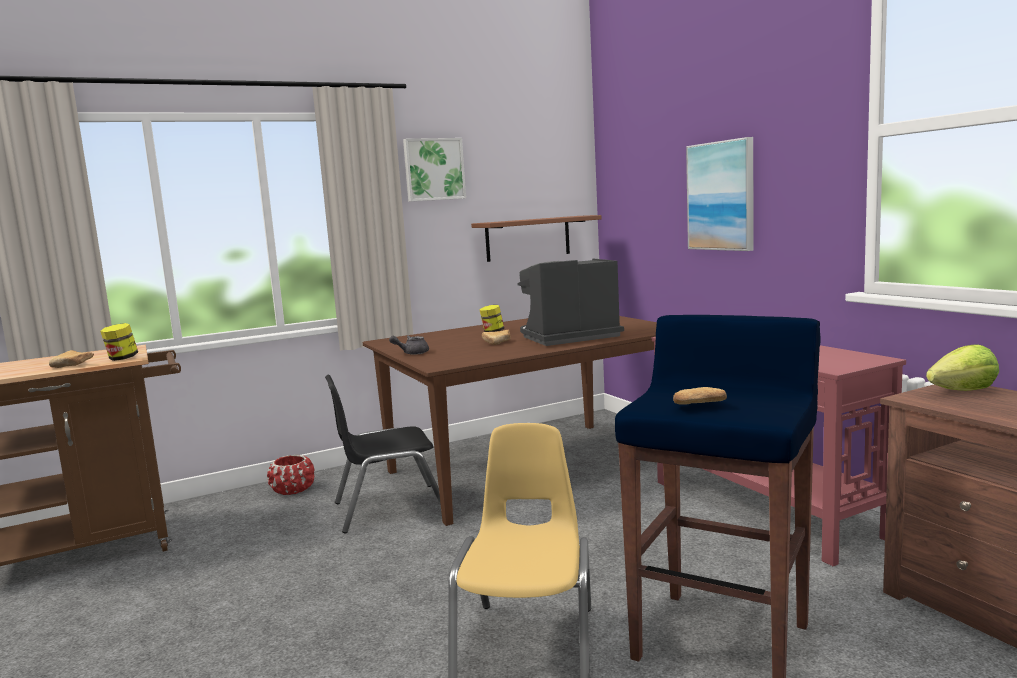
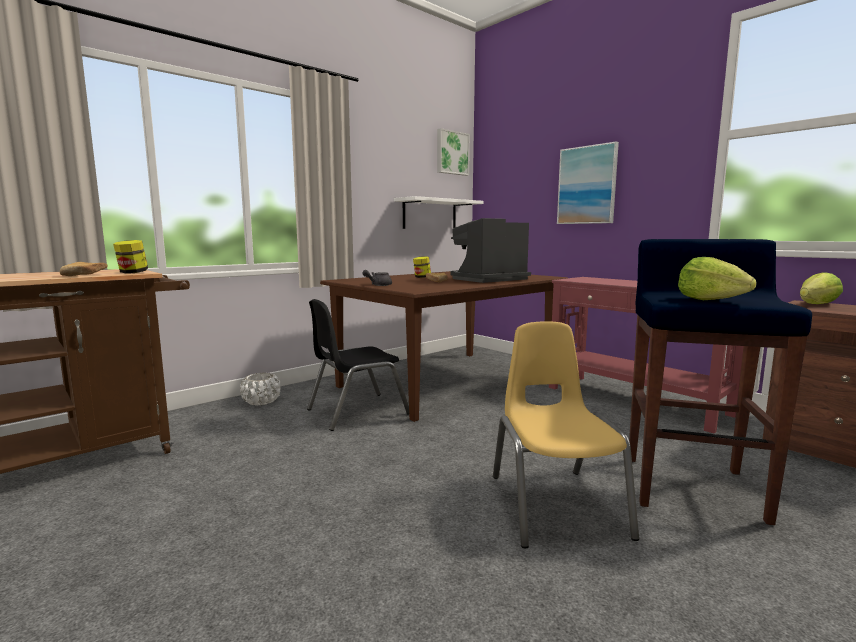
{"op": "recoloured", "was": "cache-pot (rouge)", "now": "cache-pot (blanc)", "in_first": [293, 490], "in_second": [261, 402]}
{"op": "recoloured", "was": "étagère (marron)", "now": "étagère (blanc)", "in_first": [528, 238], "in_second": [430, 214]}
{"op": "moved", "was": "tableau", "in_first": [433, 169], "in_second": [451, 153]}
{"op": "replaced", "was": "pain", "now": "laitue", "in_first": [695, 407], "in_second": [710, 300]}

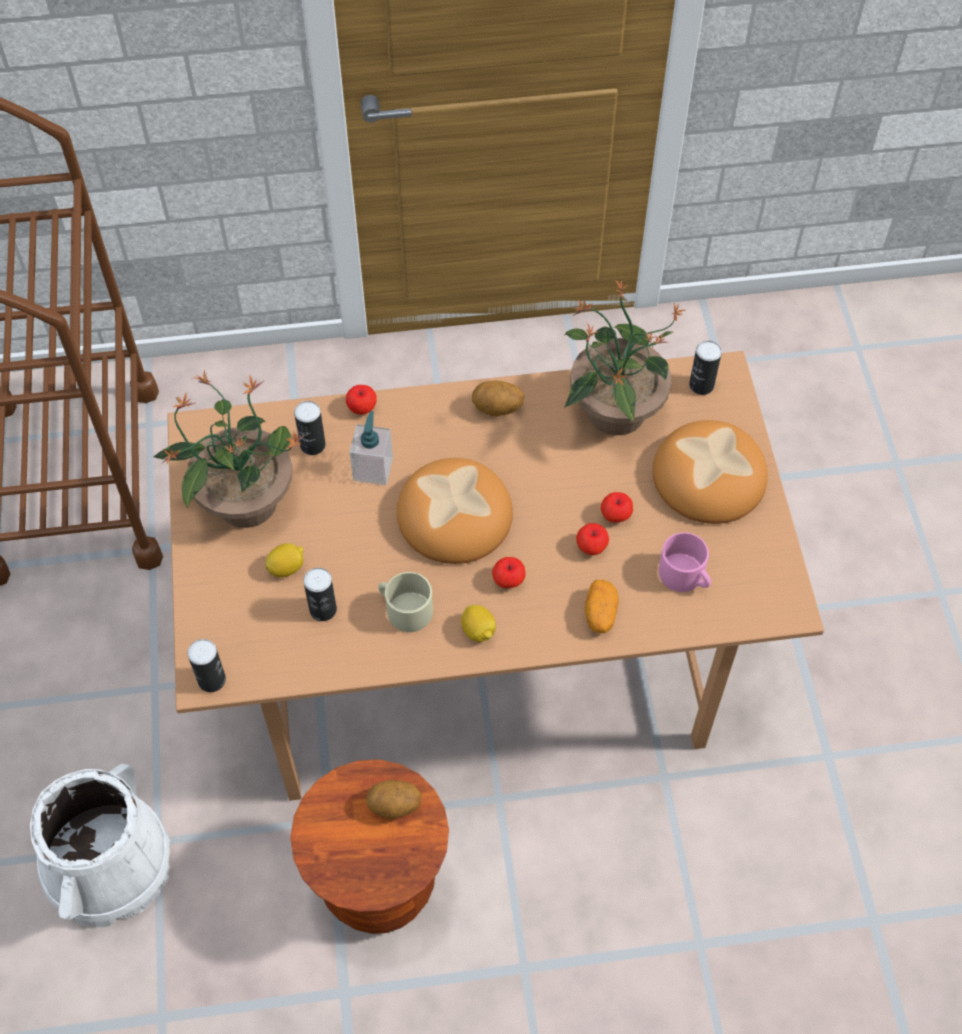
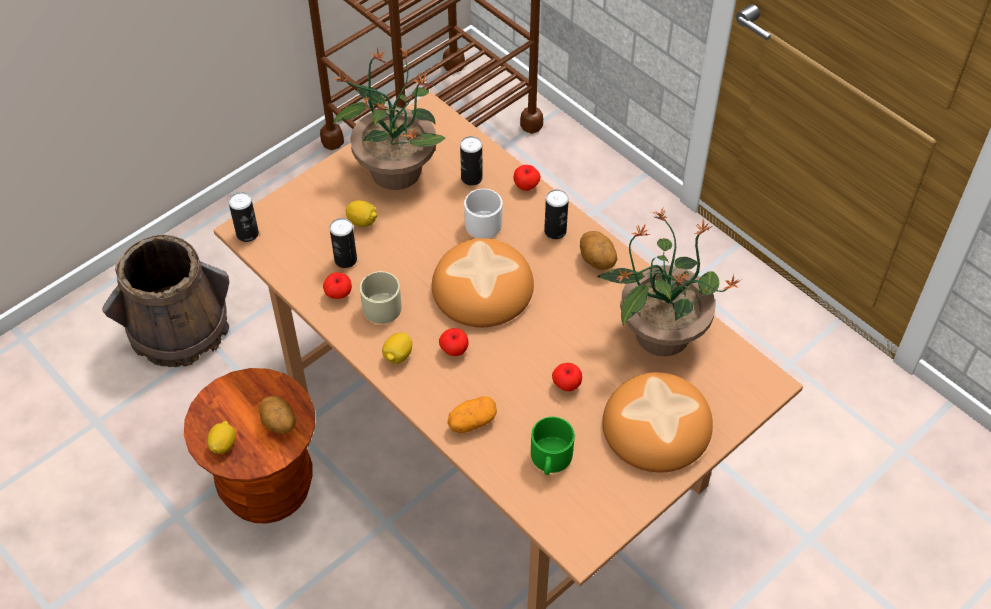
{"op": "recoloured", "was": "seau (blanc)", "now": "seau (marron)", "in_first": [108, 865], "in_second": [178, 328]}
{"op": "added", "now": "citron", "in_second": [223, 444]}
{"op": "moved", "was": "pomme", "in_first": [591, 547], "in_second": [338, 294]}
{"op": "replaced", "was": "distributeur de savon", "now": "mug (blanc)", "in_first": [373, 469], "in_second": [481, 221]}
{"op": "recoloured", "was": "mug (rose)", "now": "mug (vert)", "in_first": [685, 576], "in_second": [550, 459]}
{"op": "moved", "was": "boîte métallique", "in_first": [701, 385], "in_second": [555, 231]}

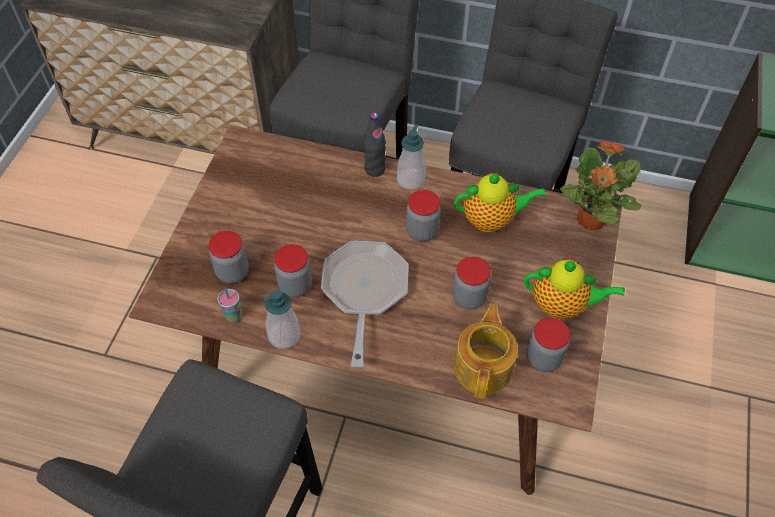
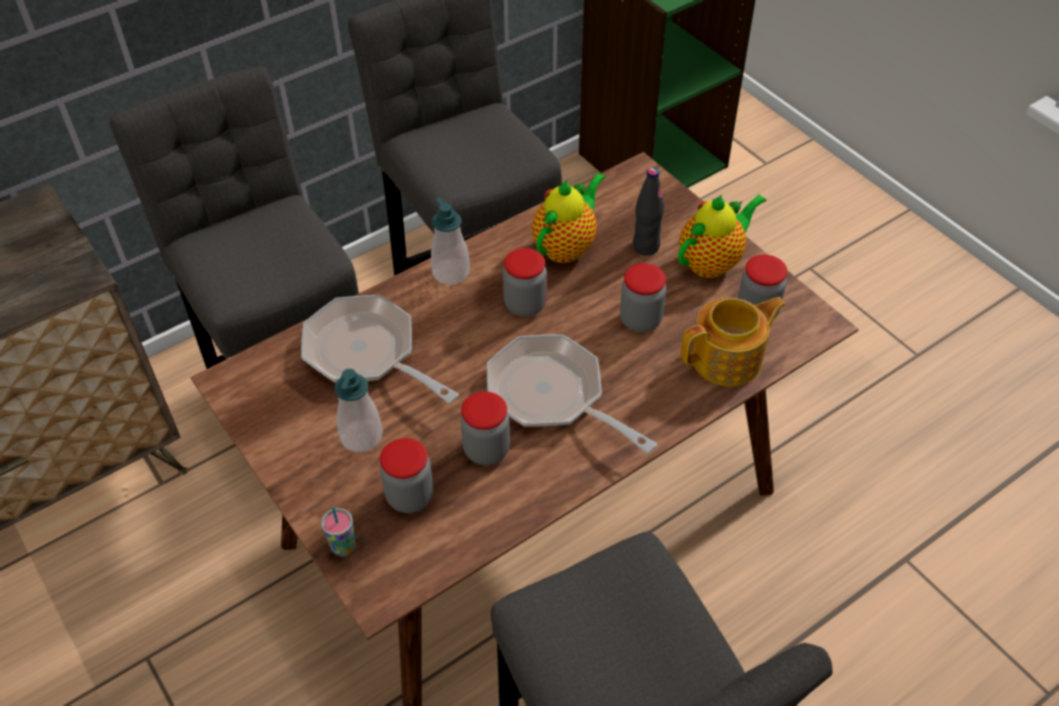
{"op": "added", "now": "poêle", "in_second": [367, 353]}
{"op": "moved", "was": "tasse", "in_first": [233, 316], "in_second": [343, 547]}
{"op": "moved", "was": "distributeur de savon", "in_first": [284, 335], "in_second": [361, 436]}
{"op": "moved", "was": "bouteille (noir)", "in_first": [375, 169], "in_second": [645, 246]}
{"op": "turned", "was": "théière", "in_first": [484, 367], "in_second": [728, 359], "clockwise": 105}
{"op": "removed", "was": "plante en pot", "in_first": [590, 221]}

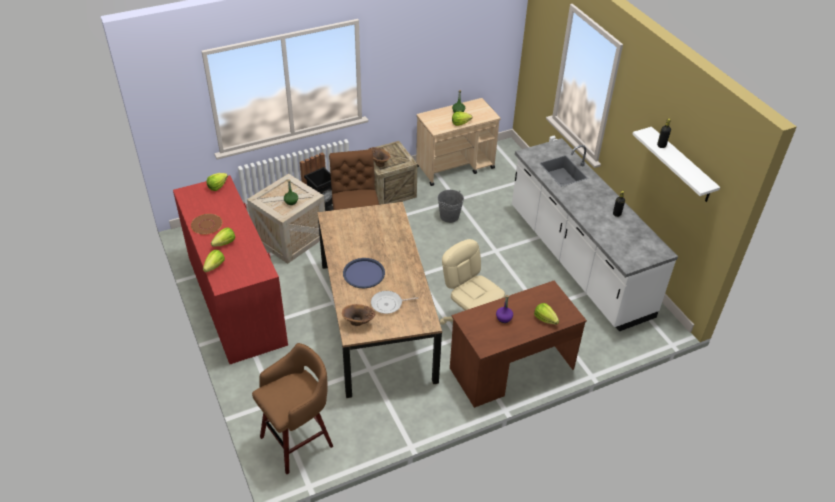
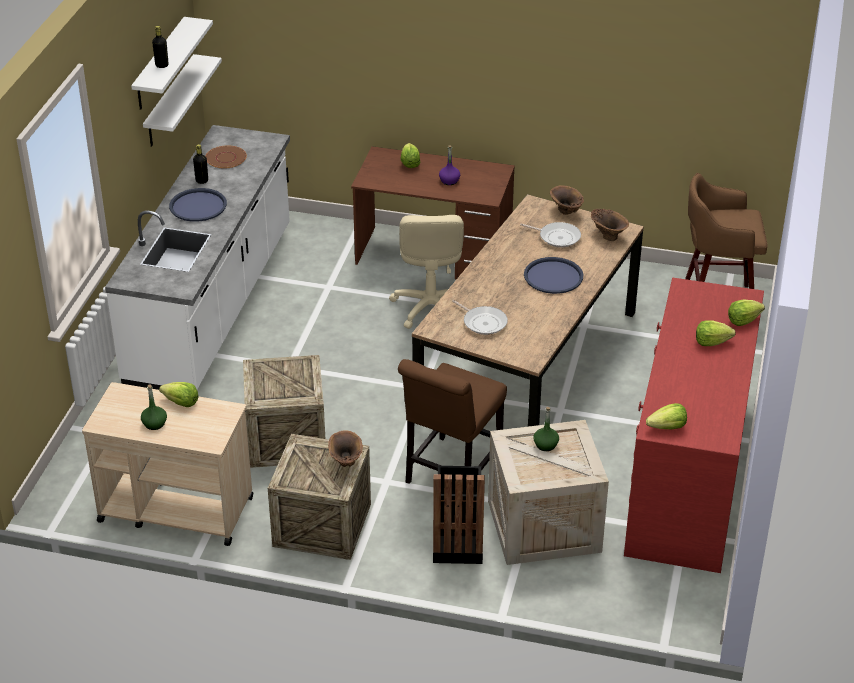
{"op": "added", "now": "étagère (blanc)", "in_second": [170, 102]}
{"op": "added", "now": "plateau (bleu)", "in_second": [198, 206]}
{"op": "moved", "was": "assiette (marron)", "in_first": [206, 225], "in_second": [226, 158]}
{"op": "replaced", "was": "seau (gris)", "now": "caisse", "in_first": [449, 216], "in_second": [286, 439]}
{"op": "added", "now": "poêle", "in_second": [483, 322]}
{"op": "added", "now": "vase (marron)", "in_second": [565, 213]}

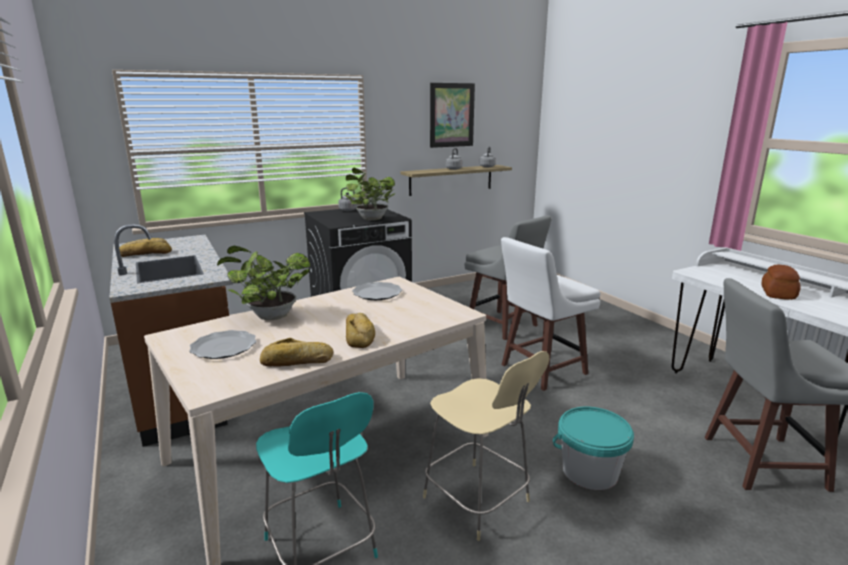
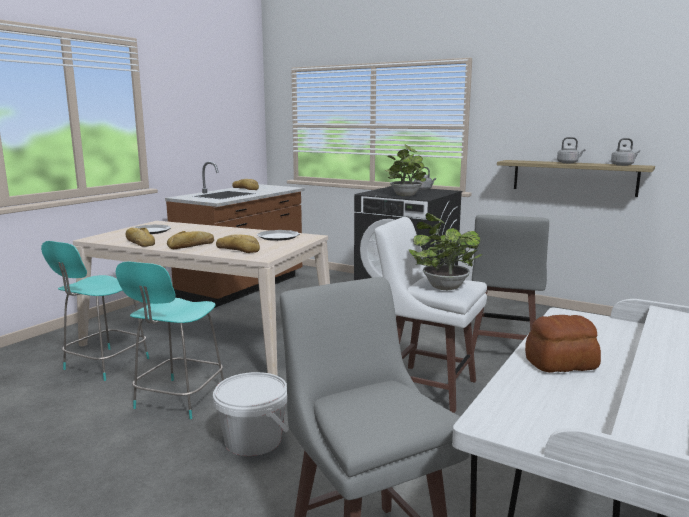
{"op": "recoloured", "was": "chaise (beige)", "now": "chaise (turquoise)", "in_first": [479, 501], "in_second": [178, 399]}
{"op": "recoloured", "was": "seau (turquoise)", "now": "seau (blanc)", "in_first": [590, 471], "in_second": [253, 440]}
{"op": "added", "now": "pain", "in_second": [238, 249]}
{"op": "moved", "was": "plante en pot", "in_first": [269, 316], "in_second": [442, 286]}
{"op": "removed", "was": "tableau", "in_first": [451, 115]}

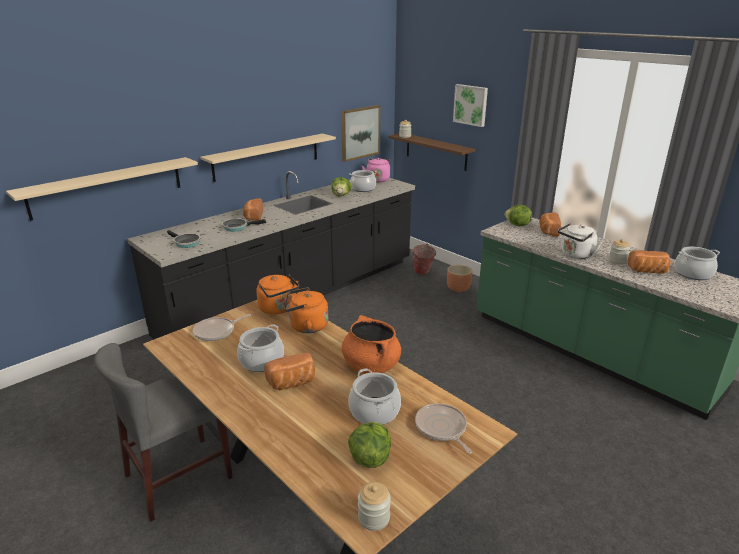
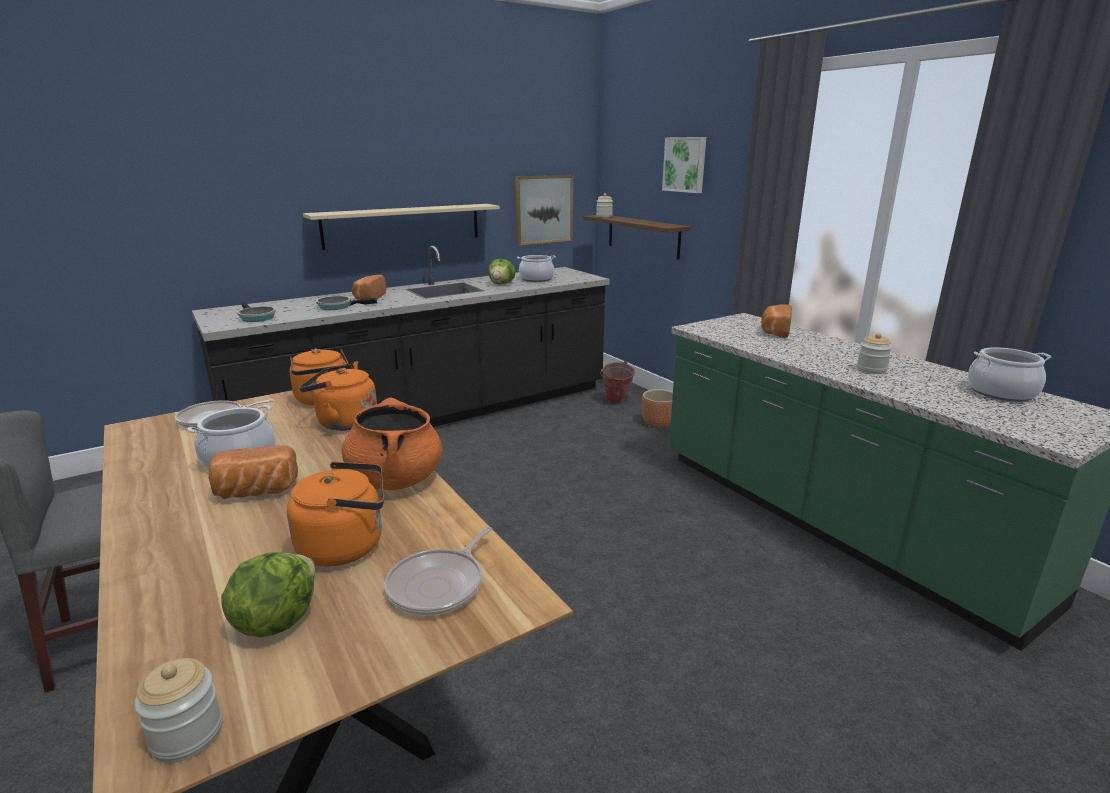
{"op": "replaced", "was": "marmite", "now": "bouilloire (orange)", "in_first": [374, 411], "in_second": [347, 546]}
{"op": "turned", "was": "poêle", "in_first": [442, 428], "in_second": [439, 585], "clockwise": -135}
{"op": "removed", "was": "étagère (beige)", "in_first": [107, 187]}
{"op": "removed", "was": "bouilloire (rose)", "in_first": [378, 179]}
{"op": "removed", "was": "laitue", "in_first": [517, 225]}
{"op": "removed", "was": "bouilloire (blanc)", "in_first": [575, 255]}
{"op": "removed", "was": "pain", "in_first": [648, 271]}

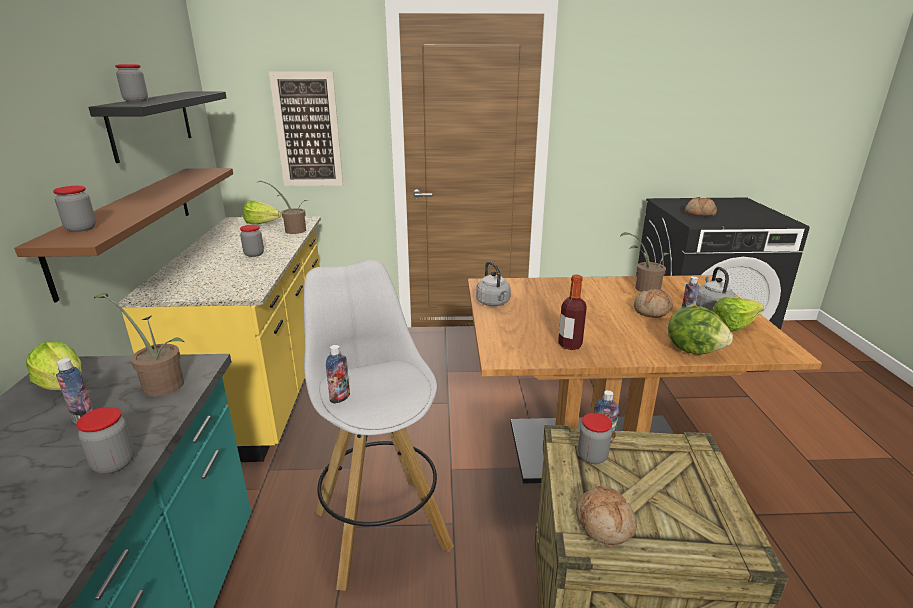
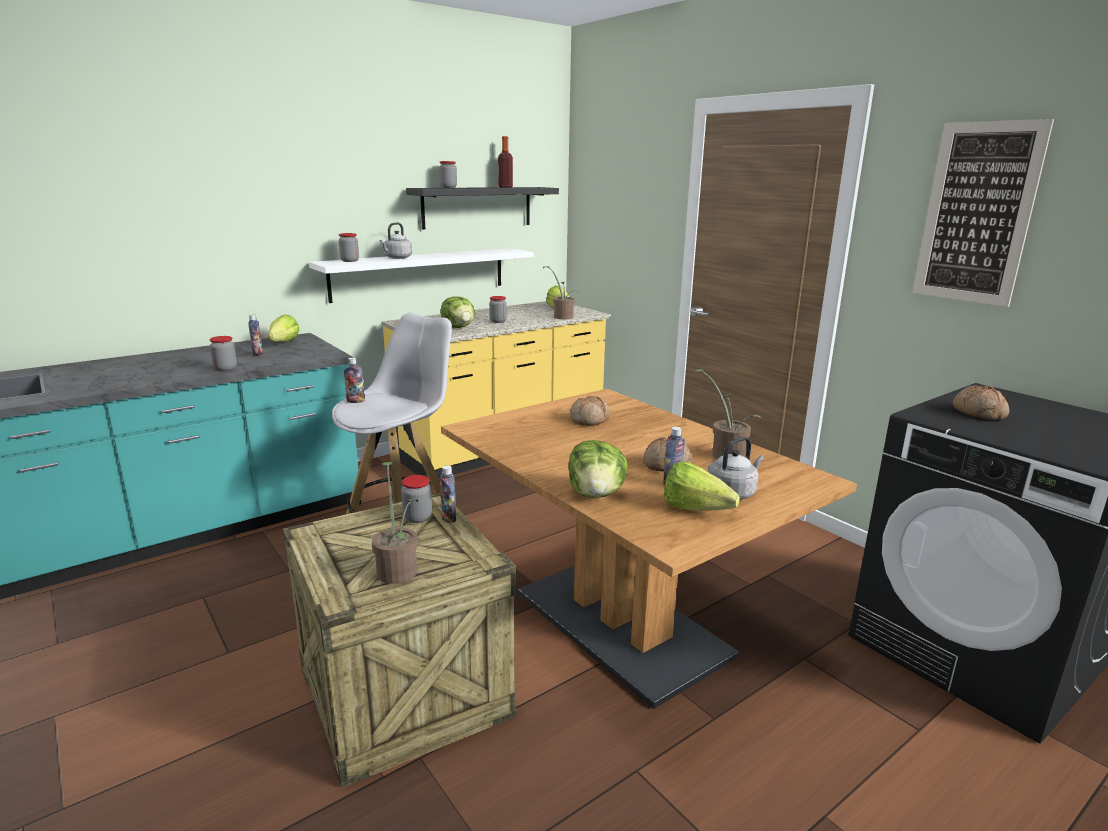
{"op": "recoloured", "was": "étagère (marron)", "now": "étagère (blanc)", "in_first": [128, 224], "in_second": [420, 274]}
{"op": "moved", "was": "plante en pot", "in_first": [160, 383], "in_second": [398, 568]}
{"op": "moved", "was": "bouilloire (gris)", "in_first": [494, 303], "in_second": [397, 258]}
{"op": "added", "now": "laitue", "in_second": [459, 327]}
{"op": "moved", "was": "bouteille", "in_first": [570, 345], "in_second": [505, 187]}
{"op": "moved", "was": "pain", "in_first": [605, 523], "in_second": [590, 420]}
{"op": "moved", "was": "tableau", "in_first": [307, 130], "in_second": [977, 214]}

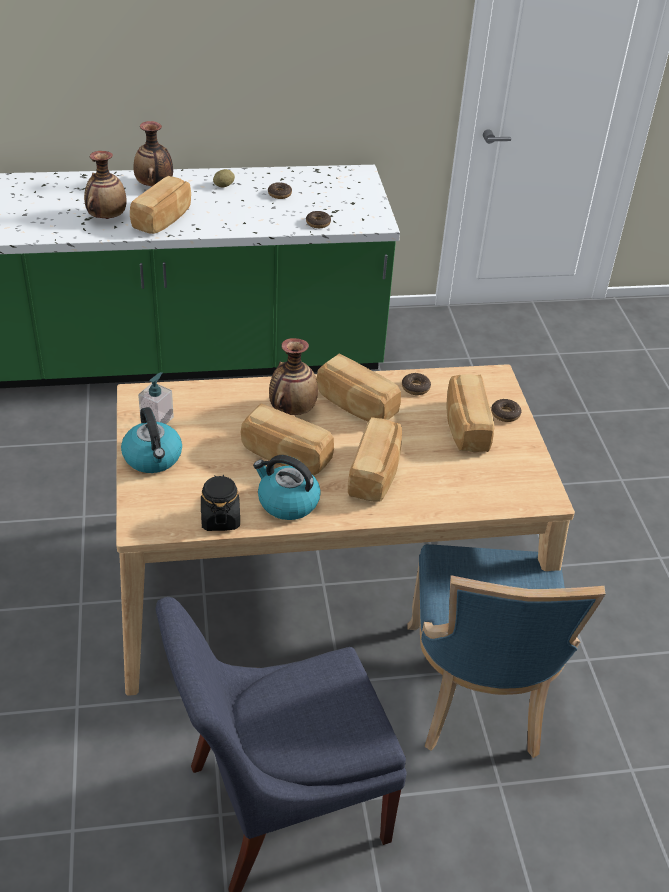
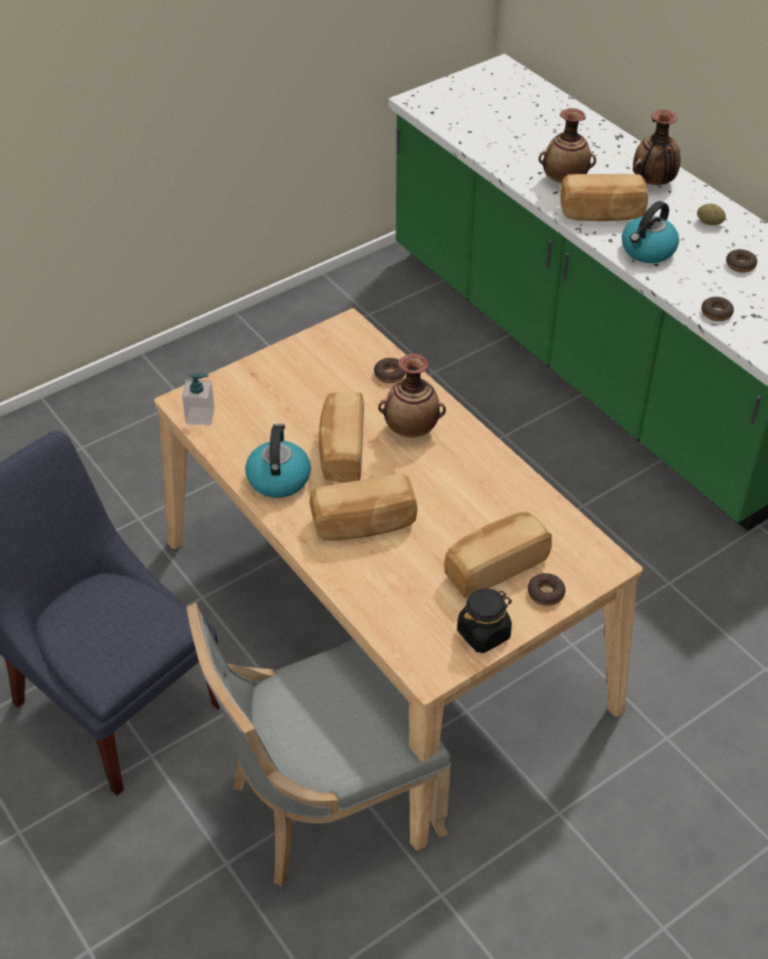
{"op": "moved", "was": "distributeur de savon", "in_first": [157, 419], "in_second": [200, 416]}
{"op": "recoloured", "was": "chaise (bleu)", "now": "chaise (gris)", "in_first": [477, 694], "in_second": [326, 804]}
{"op": "moved", "was": "beignet", "in_first": [415, 388], "in_second": [389, 374]}
{"op": "moved", "was": "bocal (noir)", "in_first": [220, 518], "in_second": [483, 633]}
{"op": "moved", "was": "bouilloire", "in_first": [153, 458], "in_second": [647, 250]}
{"op": "removed", "was": "pain", "in_first": [355, 405]}

